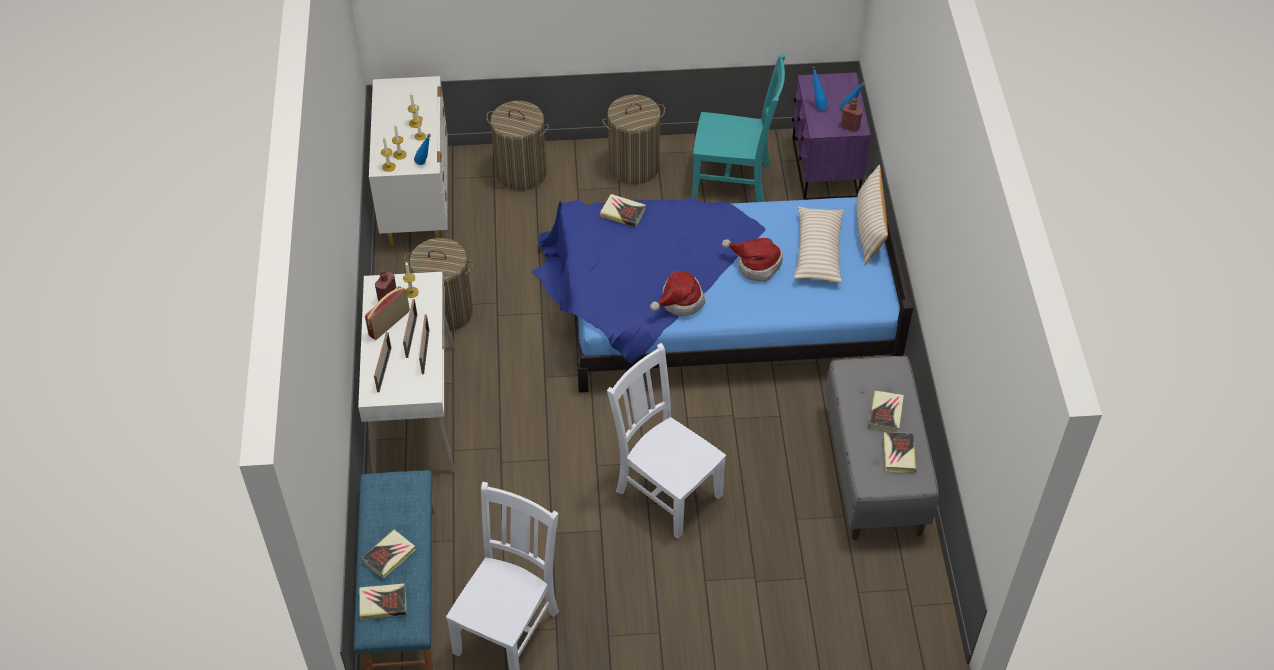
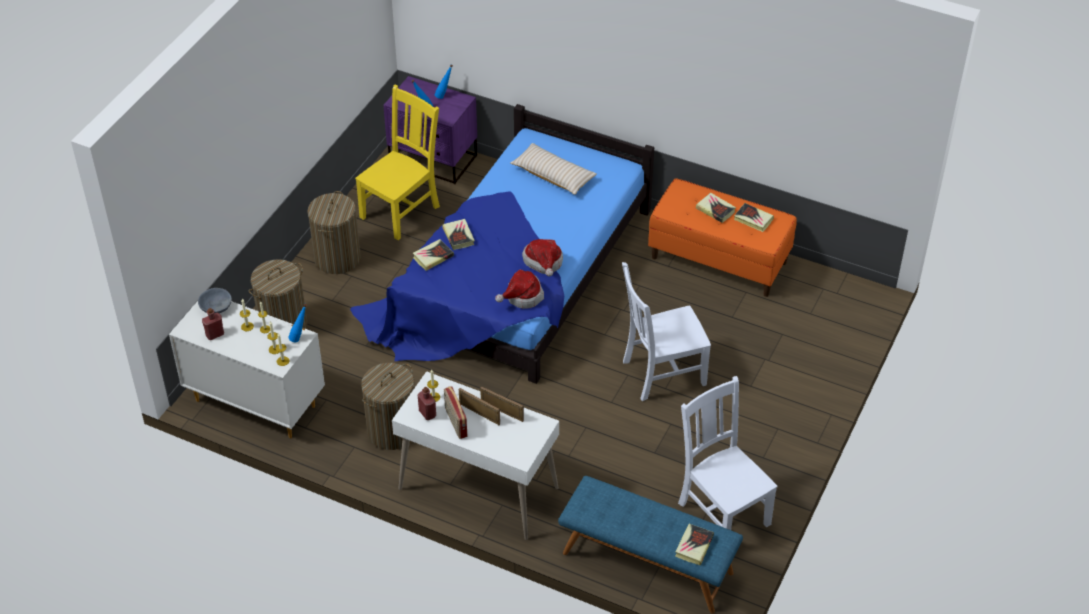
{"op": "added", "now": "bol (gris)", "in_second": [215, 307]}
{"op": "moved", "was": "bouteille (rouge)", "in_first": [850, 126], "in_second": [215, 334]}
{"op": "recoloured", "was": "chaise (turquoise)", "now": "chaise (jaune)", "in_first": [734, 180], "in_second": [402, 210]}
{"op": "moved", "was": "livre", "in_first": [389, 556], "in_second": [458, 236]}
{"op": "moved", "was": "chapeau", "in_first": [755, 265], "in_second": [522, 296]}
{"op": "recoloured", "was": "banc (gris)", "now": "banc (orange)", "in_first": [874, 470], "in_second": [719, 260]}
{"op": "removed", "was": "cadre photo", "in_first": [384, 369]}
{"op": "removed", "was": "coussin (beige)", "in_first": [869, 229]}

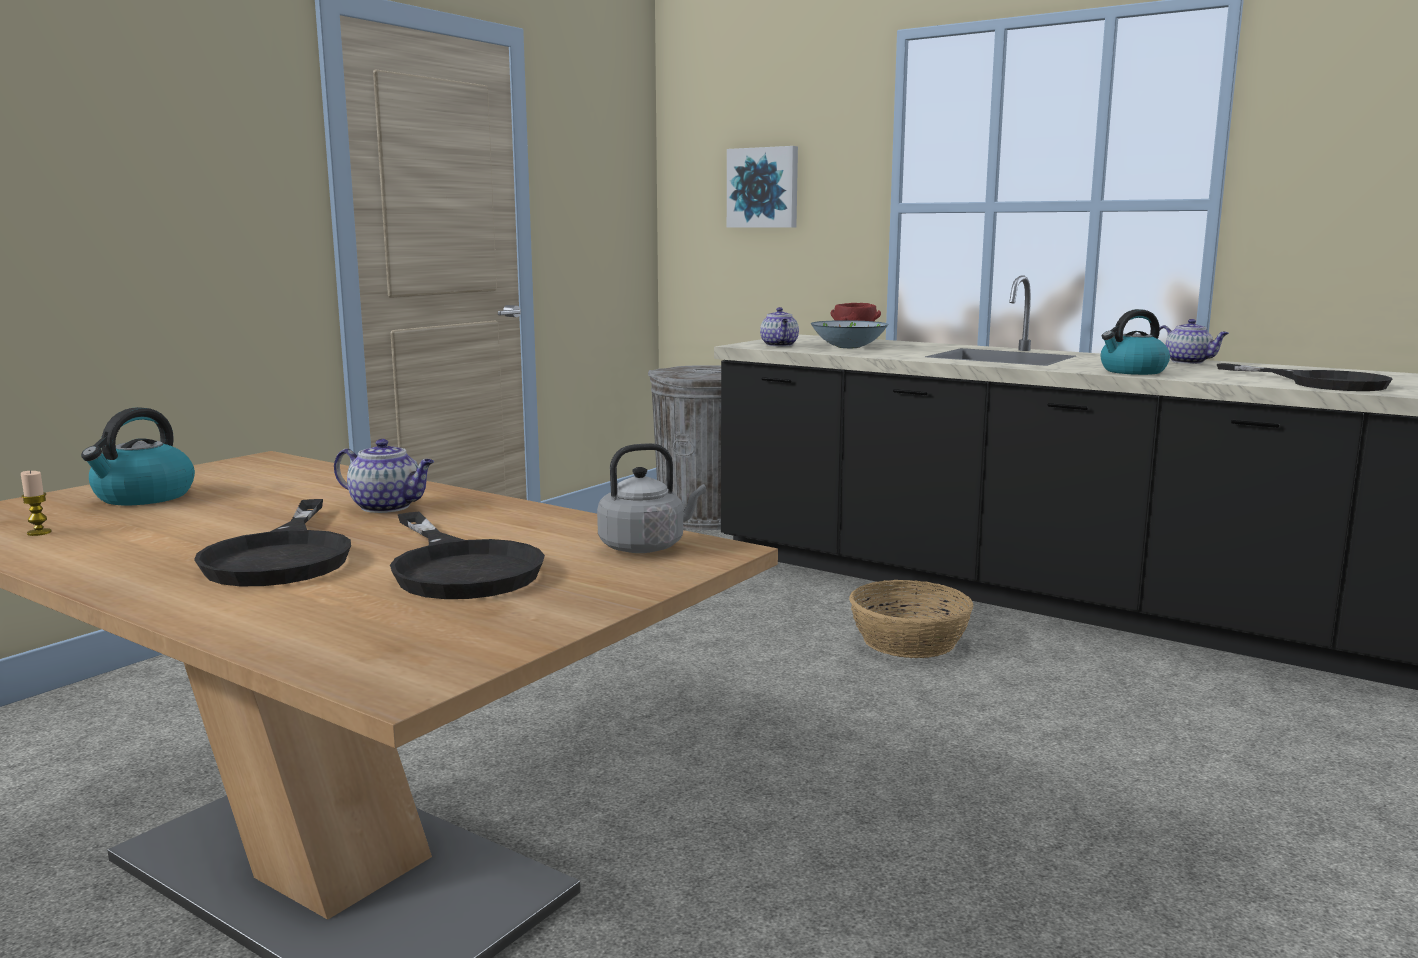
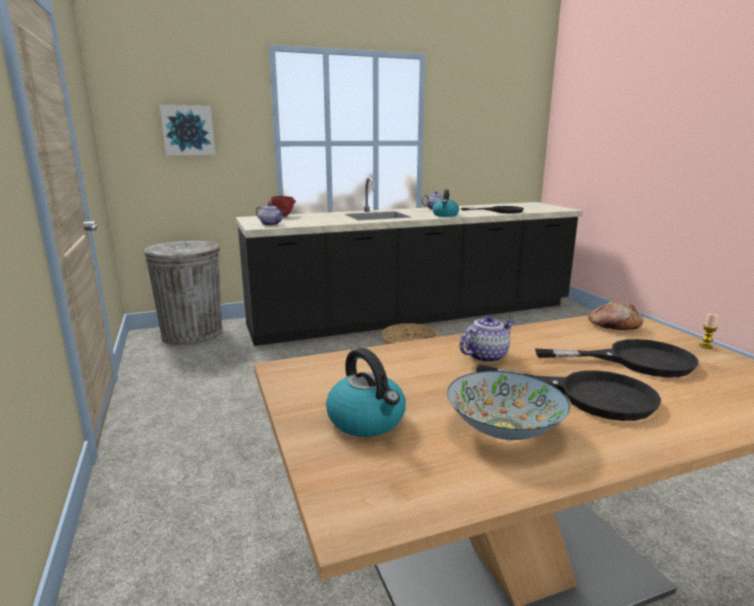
{"op": "moved", "was": "bol", "in_first": [849, 347], "in_second": [504, 428]}
{"op": "replaced", "was": "bouilloire (gris)", "now": "pain", "in_first": [646, 546], "in_second": [613, 325]}
{"op": "moved", "was": "bougie", "in_first": [39, 533], "in_second": [706, 346]}

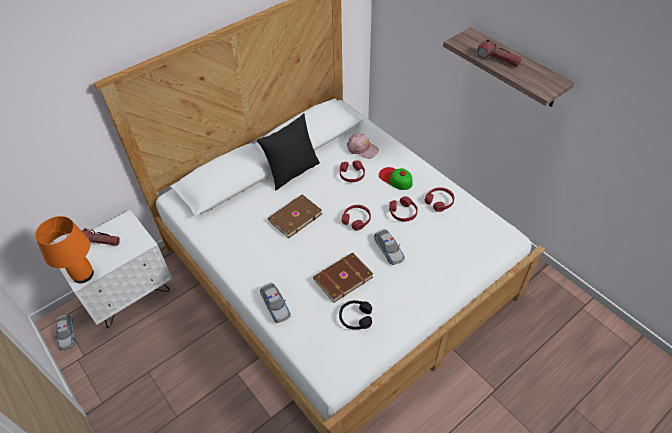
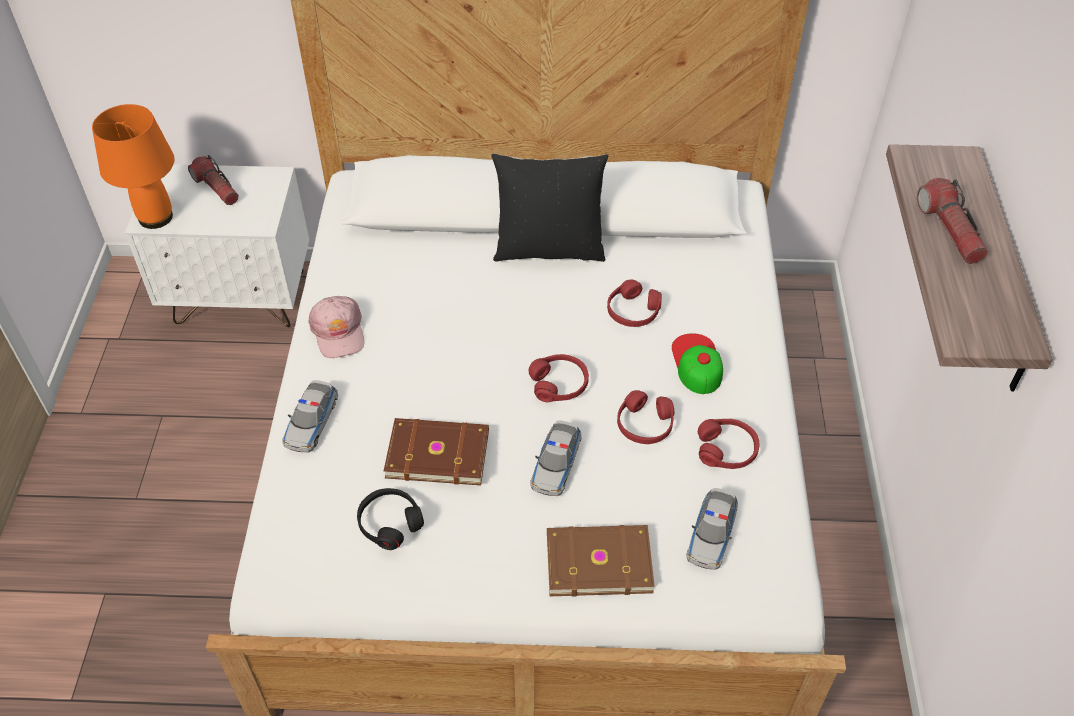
{"op": "moved", "was": "casquette (rose)", "in_first": [362, 149], "in_second": [338, 332]}
{"op": "moved", "was": "livre (marron)", "in_first": [294, 217], "in_second": [598, 561]}
{"op": "moved", "was": "petite voiture", "in_first": [67, 334], "in_second": [711, 534]}

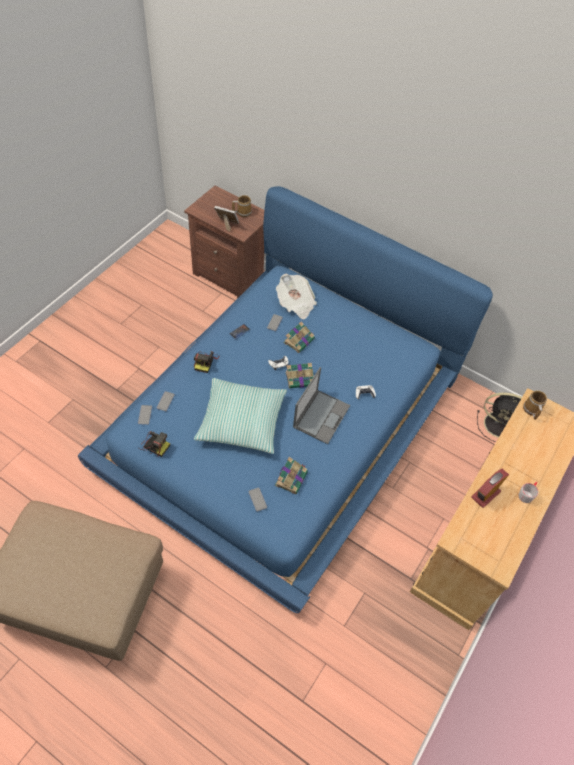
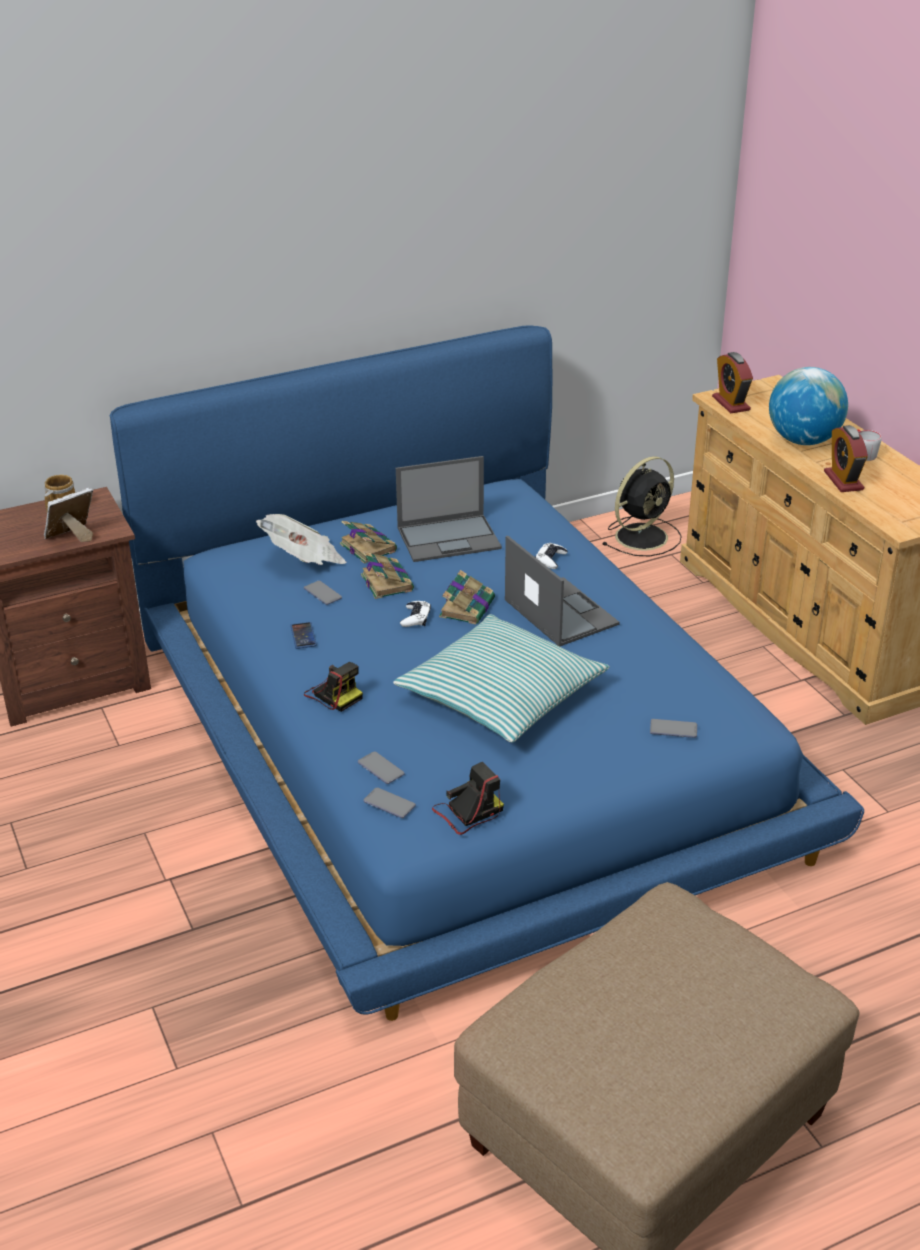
{"op": "moved", "was": "livre", "in_first": [291, 478], "in_second": [367, 547]}
{"op": "added", "now": "ordinateur portable", "in_second": [450, 538]}
{"op": "replaced", "was": "mug", "now": "réveil", "in_first": [531, 409], "in_second": [731, 403]}
{"op": "added", "now": "globe", "in_second": [803, 441]}

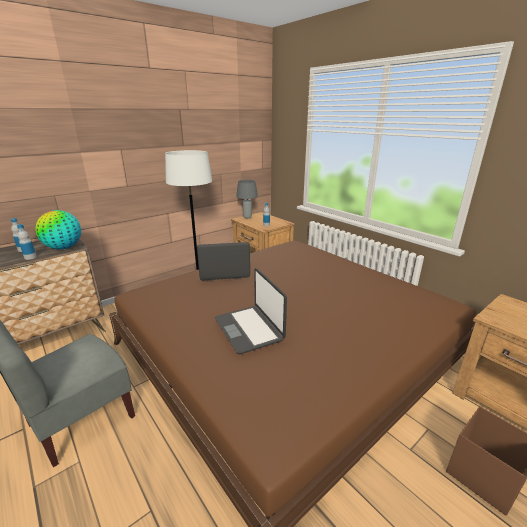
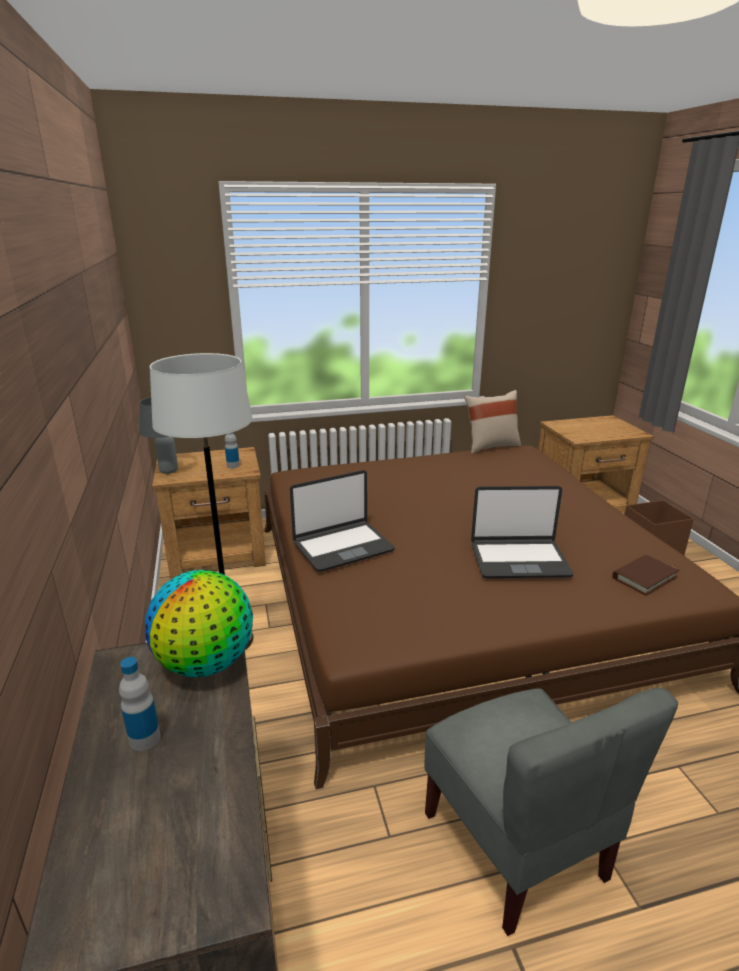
{"op": "turned", "was": "ordinateur portable", "in_first": [224, 272], "in_second": [342, 546], "clockwise": -135}
{"op": "added", "now": "coussin (beige)", "in_second": [490, 446]}
{"op": "added", "now": "livre (marron)", "in_second": [644, 577]}
{"op": "removed", "was": "bouteille", "in_first": [30, 257]}

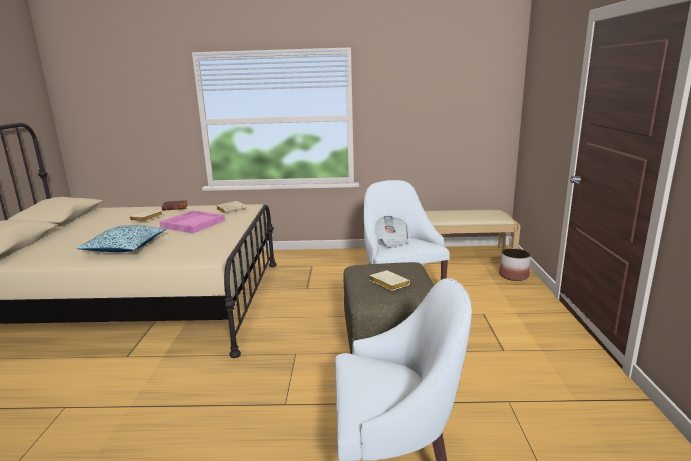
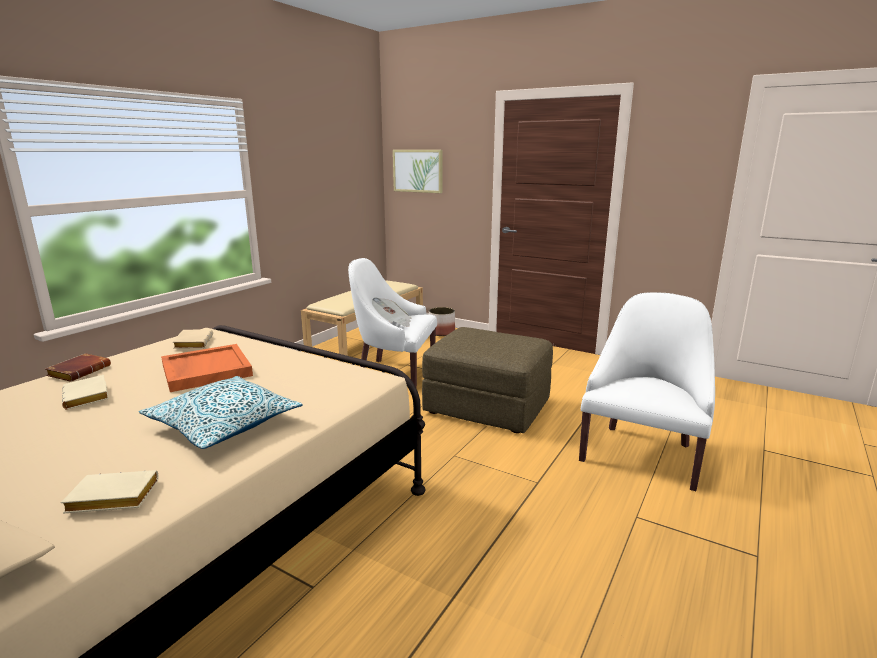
{"op": "moved", "was": "livre (beige)", "in_first": [387, 283], "in_second": [110, 499]}
{"op": "recoloured", "was": "plateau (rose)", "now": "plateau (orange)", "in_first": [193, 223], "in_second": [205, 370]}
{"op": "added", "now": "tableau", "in_second": [418, 171]}

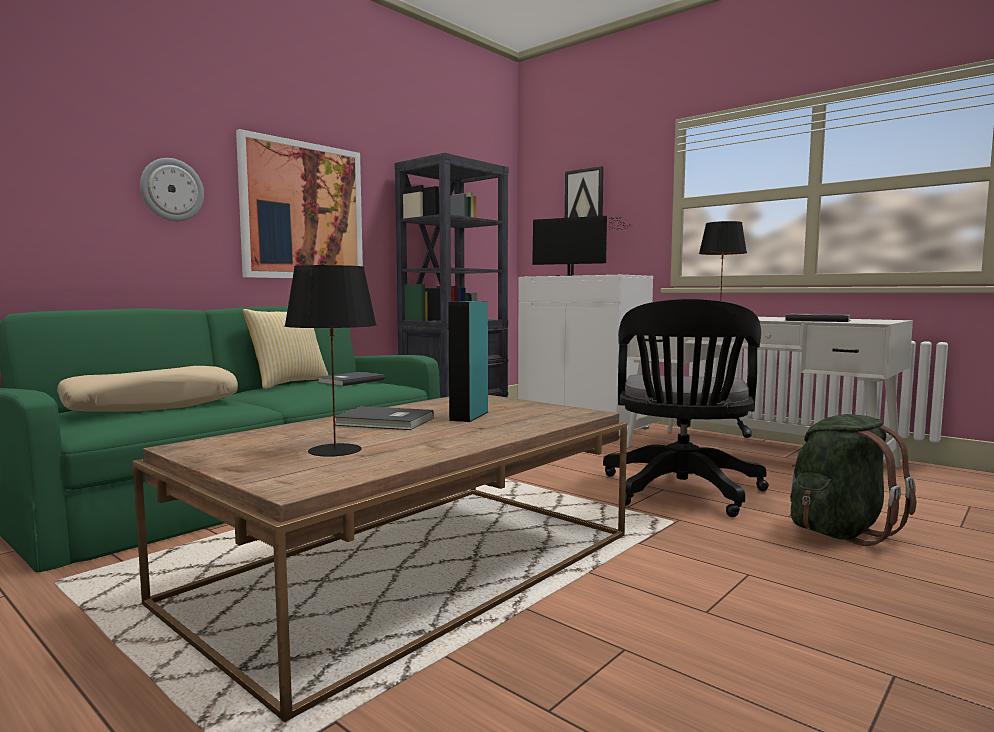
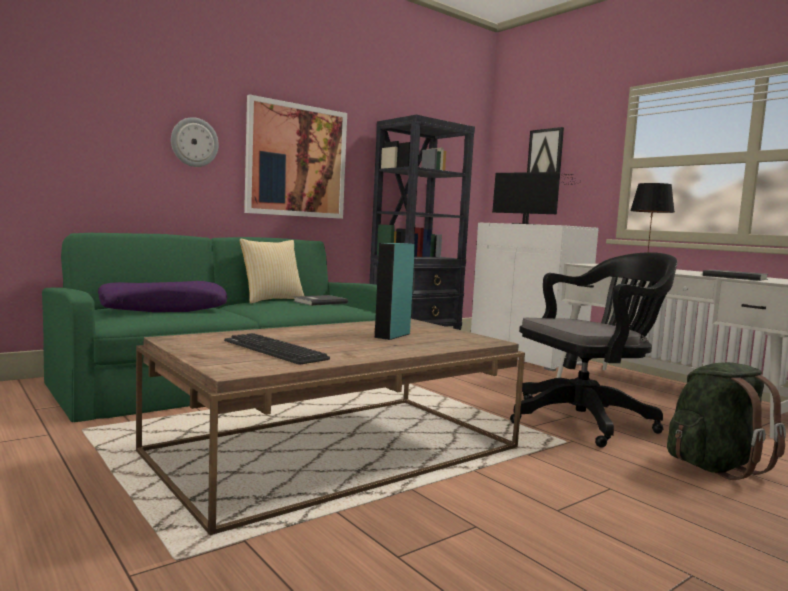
{"op": "recoloured", "was": "coussin (beige)", "now": "coussin (violet)", "in_first": [153, 405], "in_second": [164, 309]}
{"op": "replaced", "was": "lampe de table (noir)", "now": "clavier", "in_first": [334, 450], "in_second": [274, 350]}
{"op": "turned", "was": "chaise de bureau (noir)", "in_first": [681, 493], "in_second": [586, 420], "clockwise": -135}
{"op": "removed", "was": "livre (gris)", "in_first": [385, 422]}

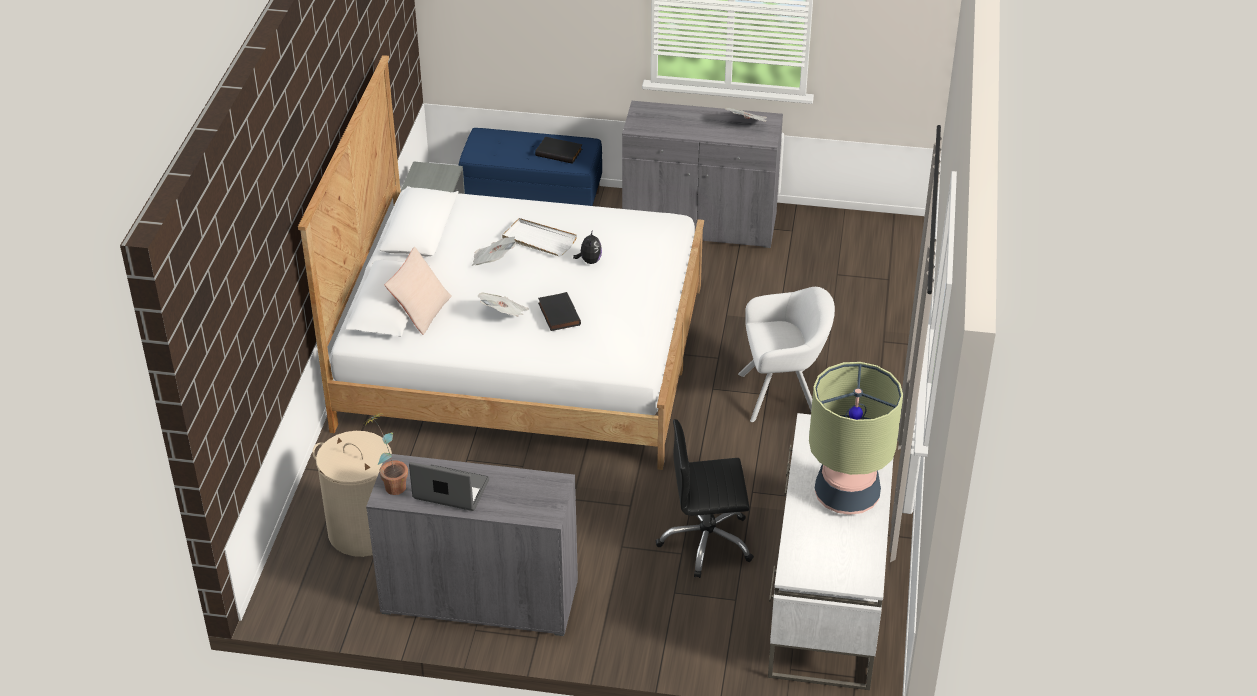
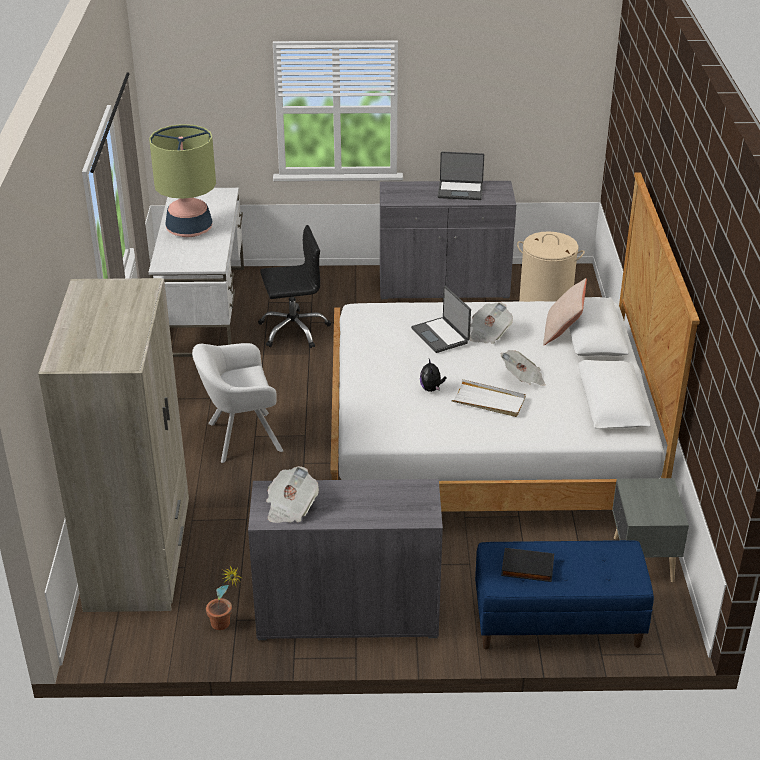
{"op": "added", "now": "armoire (beige)", "in_second": [140, 555]}
{"op": "moved", "was": "plante en pot", "in_first": [390, 484], "in_second": [225, 625]}
{"op": "replaced", "was": "livre (noir)", "now": "ordinateur portable", "in_first": [558, 314], "in_second": [441, 335]}

